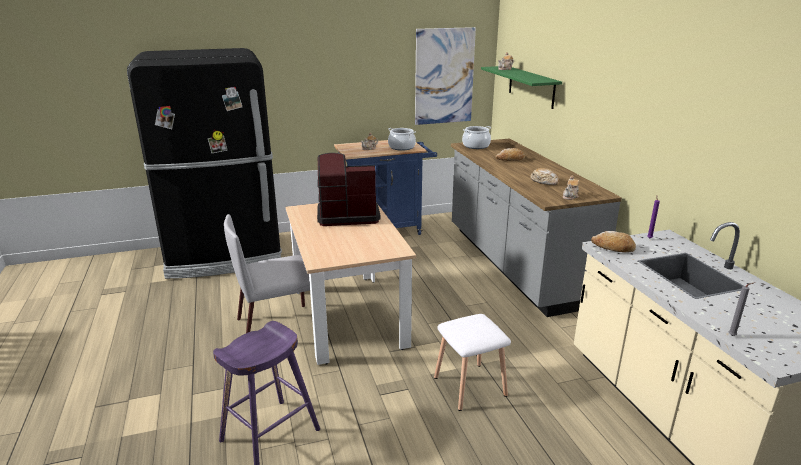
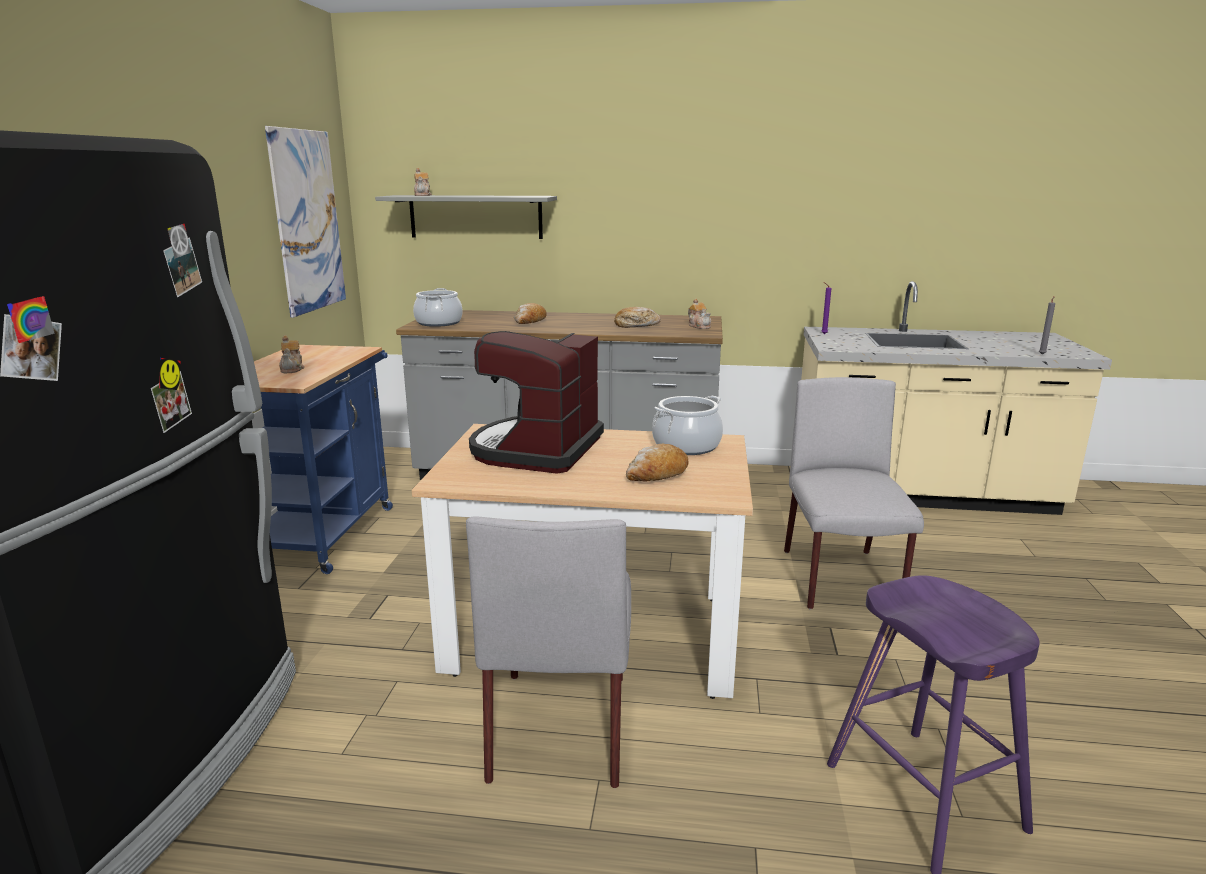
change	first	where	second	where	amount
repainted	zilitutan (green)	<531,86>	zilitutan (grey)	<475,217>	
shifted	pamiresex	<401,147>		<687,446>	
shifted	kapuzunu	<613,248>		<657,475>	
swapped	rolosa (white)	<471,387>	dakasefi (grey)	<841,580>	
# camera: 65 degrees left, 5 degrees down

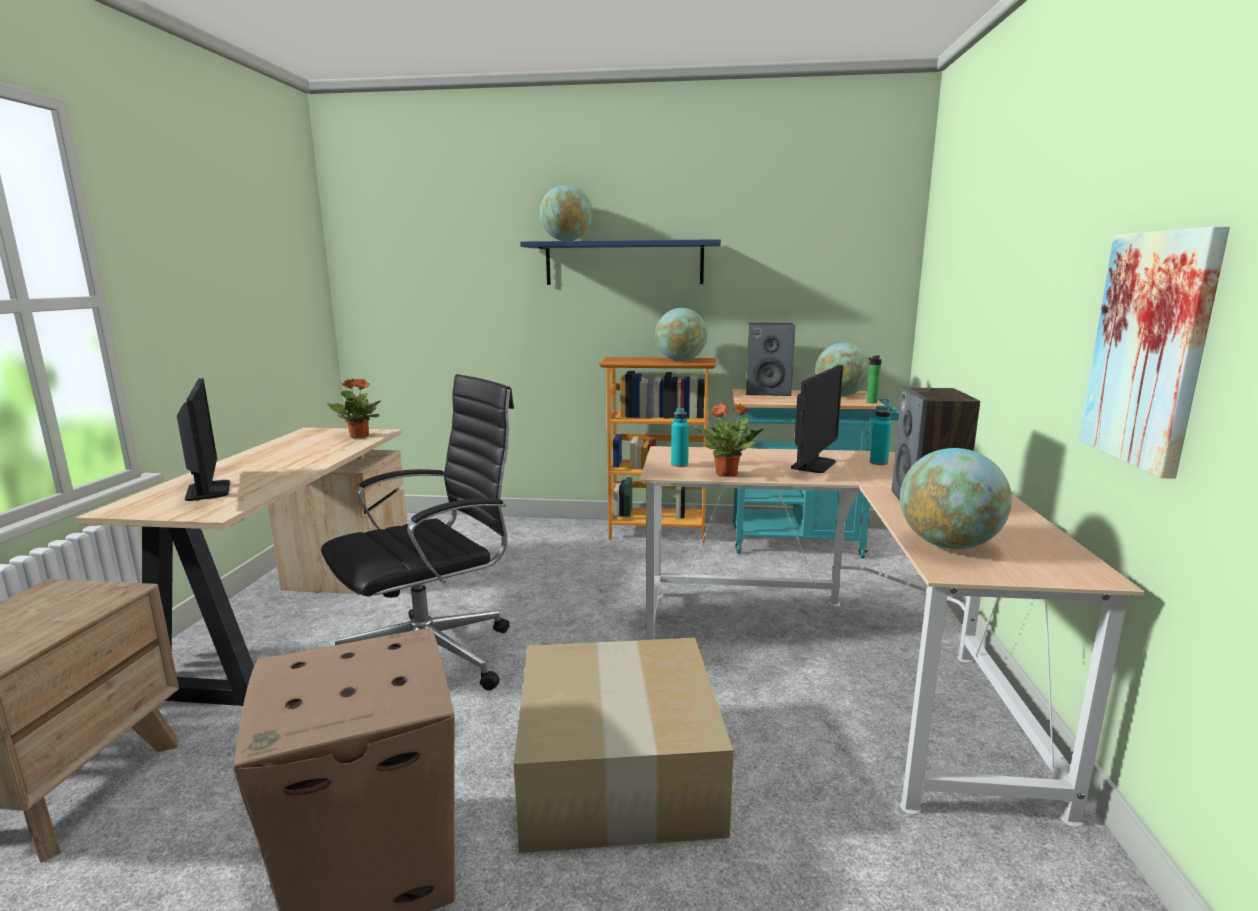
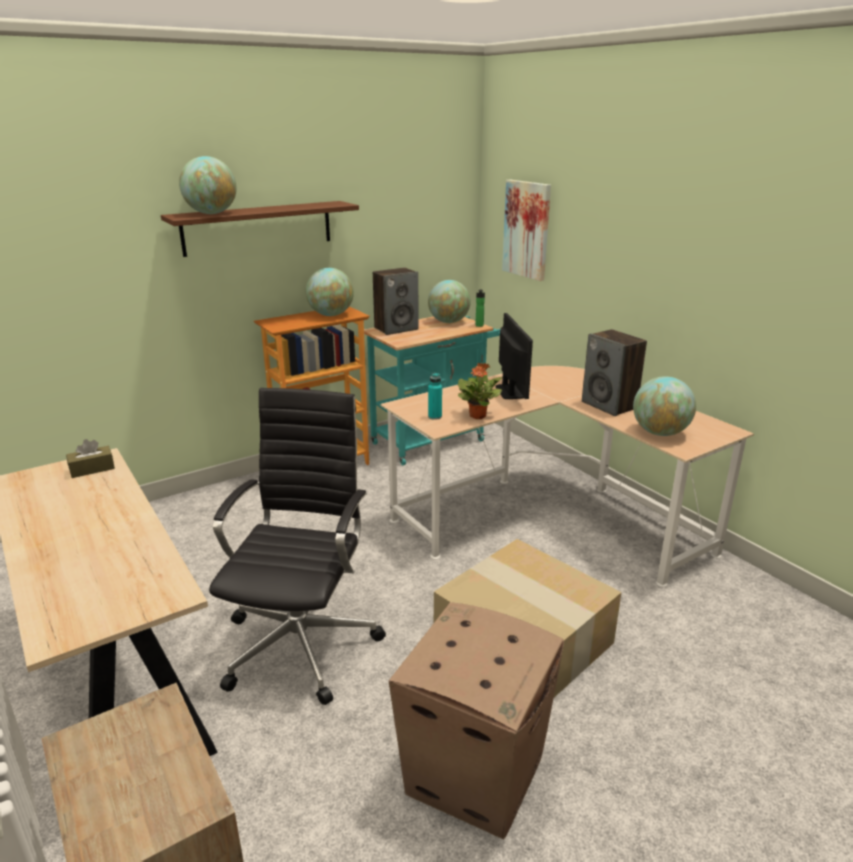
change	first	where	second	where	amount
shifted	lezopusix	<1150,349>		<527,229>	
repainted	zilitutan (blue)	<624,263>	zilitutan (brown)	<258,228>	
gone	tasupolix	<208,491>			
swapped	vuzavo	<359,436>	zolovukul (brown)	<92,469>	
gone	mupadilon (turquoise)	<878,463>			
# camera: 40 degrees left, 10 degrees up

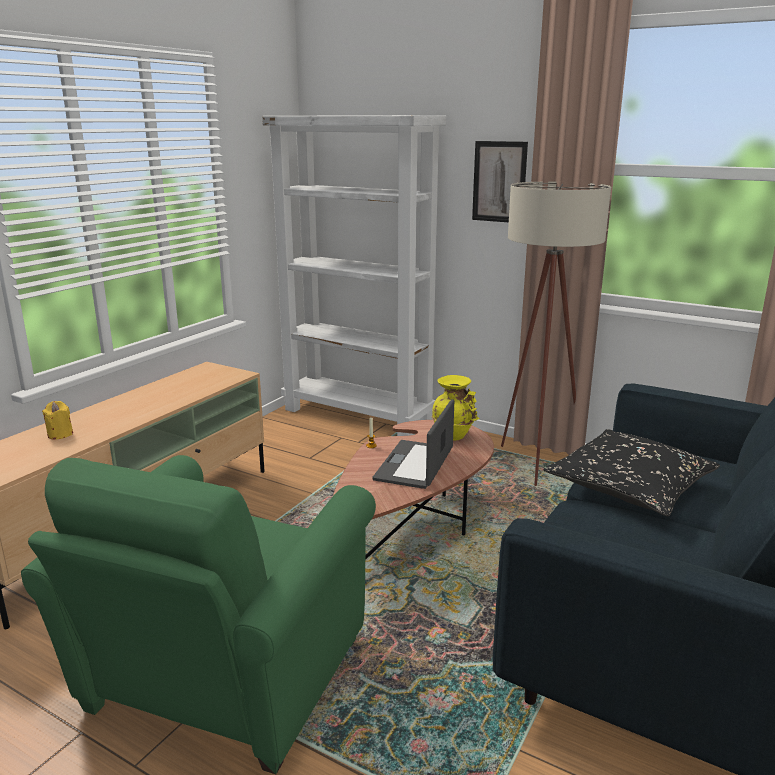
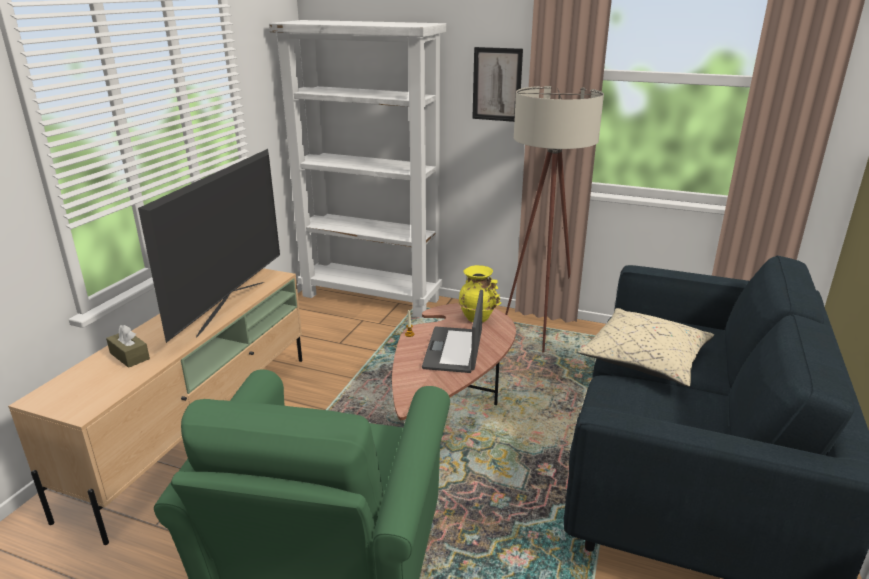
change	first	where	second	where	amount
swapped	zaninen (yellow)	<60,434>	zolovukul (brown)	<129,356>	
repainted	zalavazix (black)	<630,487>	zalavazix (beige)	<645,359>	
new			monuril	<231,307>	
# camera: 10 degrees left, 5 degrees up

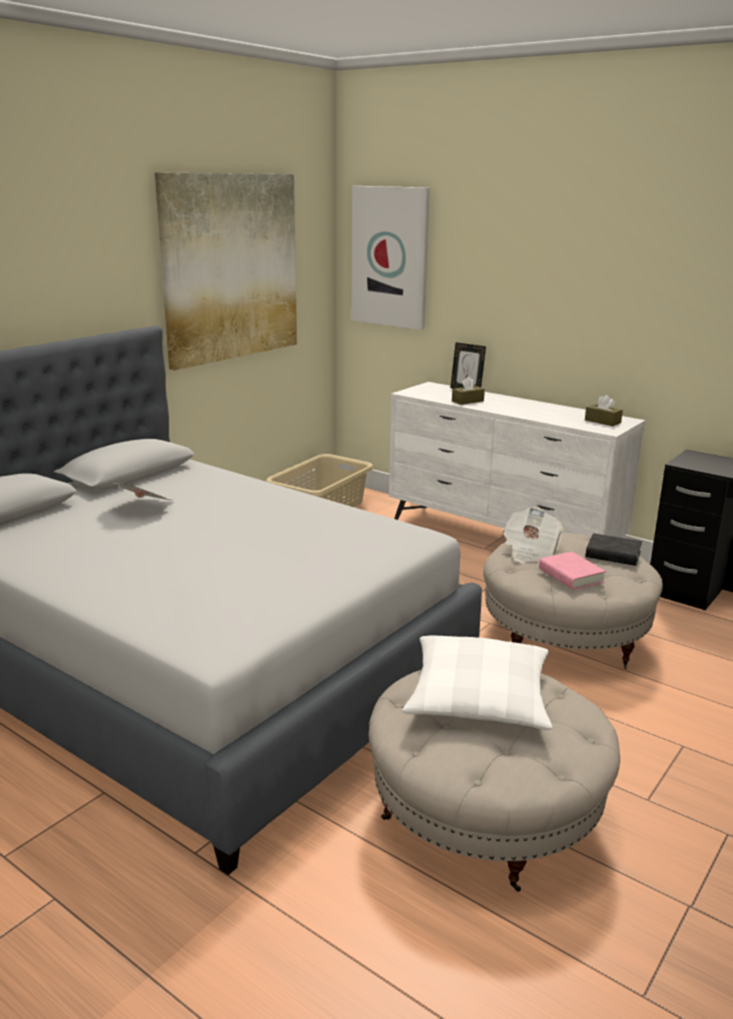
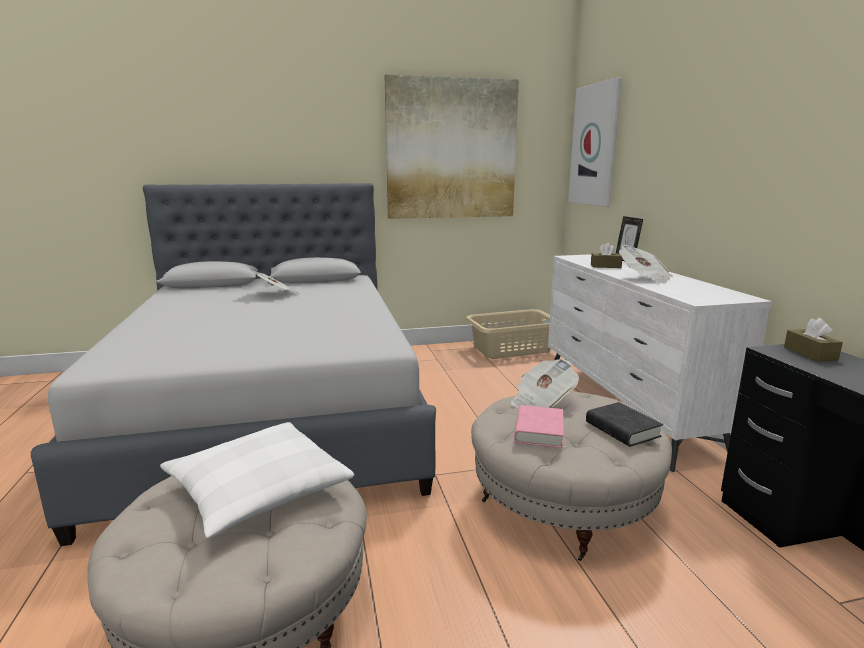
change	first	where	second	where	amount
shifted	zolovukul (brown)	<602,421>		<810,353>	
new			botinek	<644,278>	
# camera: 40 degrees right, 5 degrees down

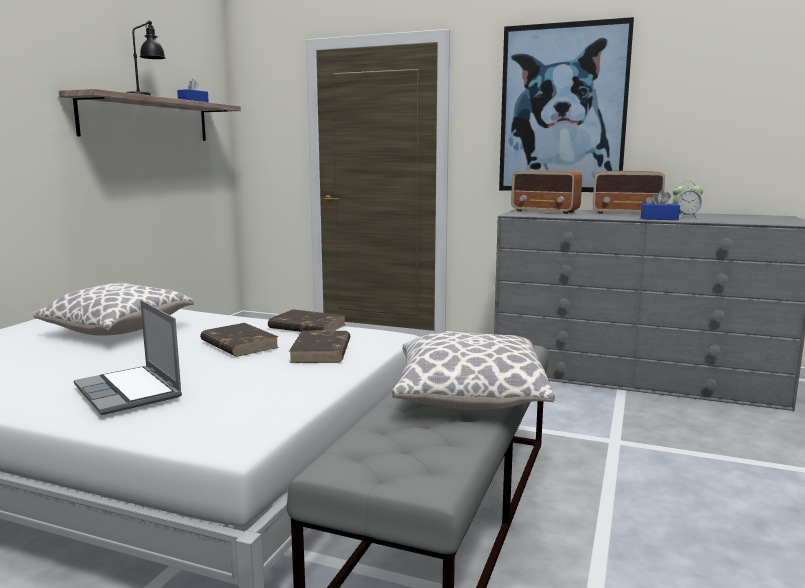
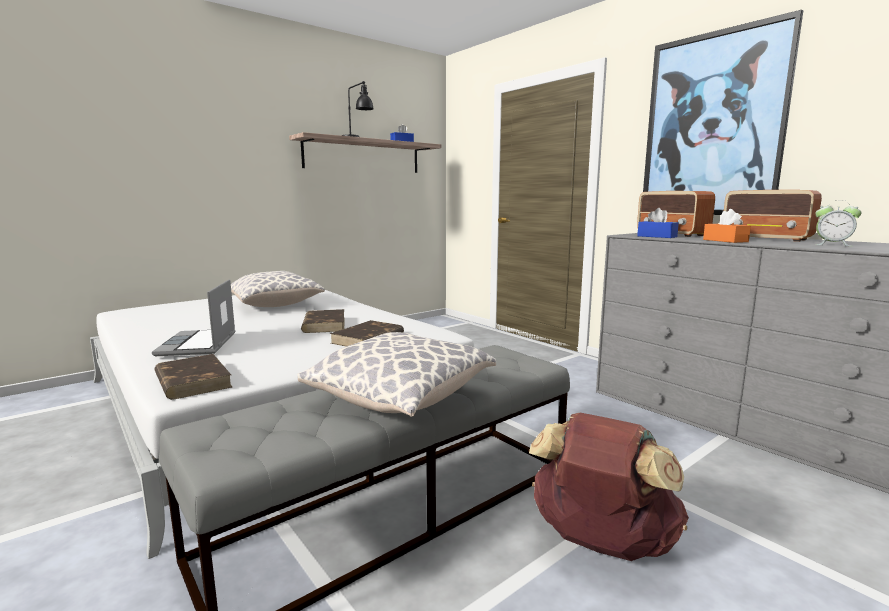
change	first	where	second	where	amount
shifted	zolovukul (blue)	<659,219>		<657,236>	
shifted	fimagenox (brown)	<306,326>		<192,381>	
new			zolovukul (orange)	<725,241>	
new			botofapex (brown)	<600,544>	
# camera: 30 degrees right, 0 degrees up

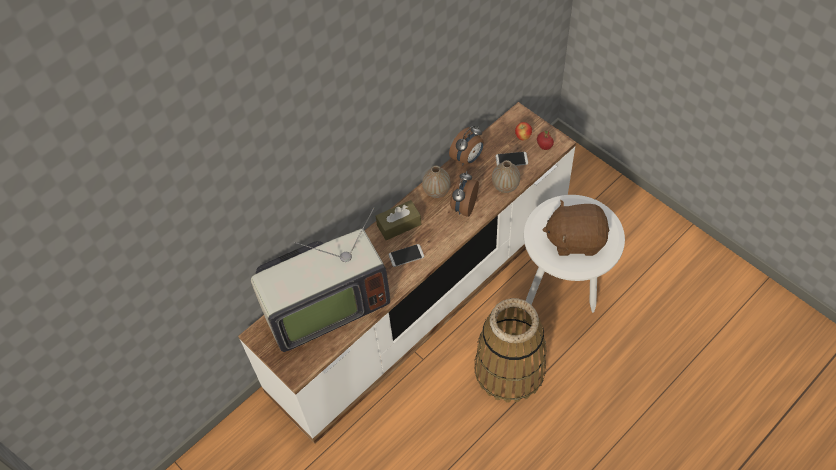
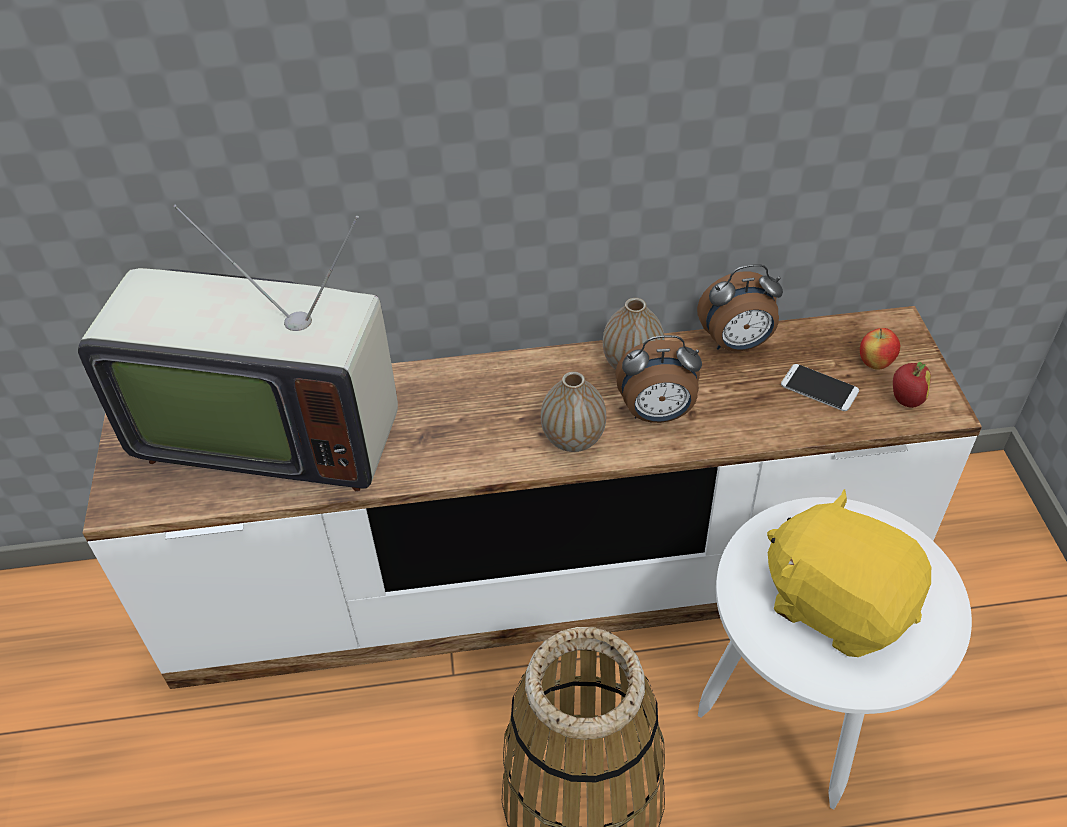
change	first	where	second	where	amount
shifted	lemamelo	<505,186>		<573,439>	
rotated	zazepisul	<463,206>		<657,414>	150 degrees counterclockwise
gone	zolovukul (brown)	<399,225>			
repainted	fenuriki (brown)	<575,239>	fenuriki (yellow)	<837,603>	
gone	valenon	<406,255>			
# camera: 35 degrees right, 10 degrees down

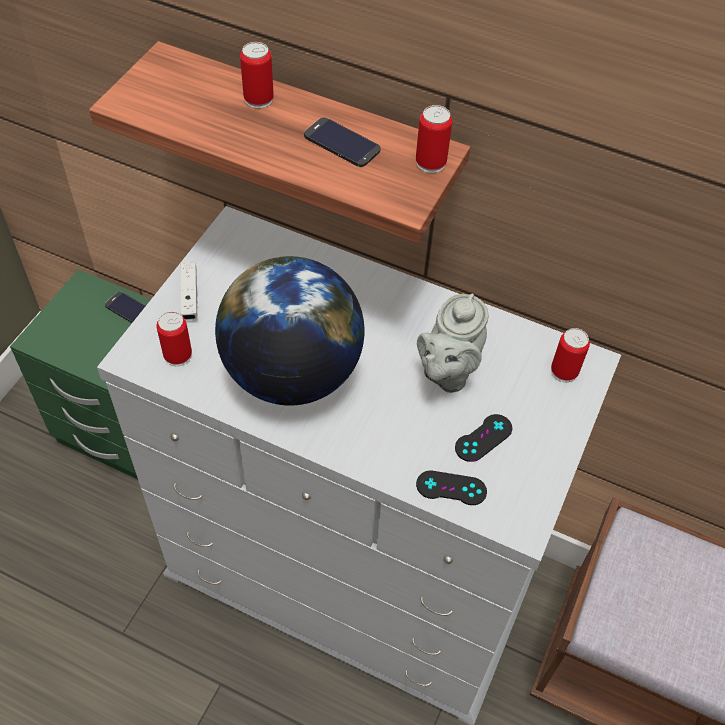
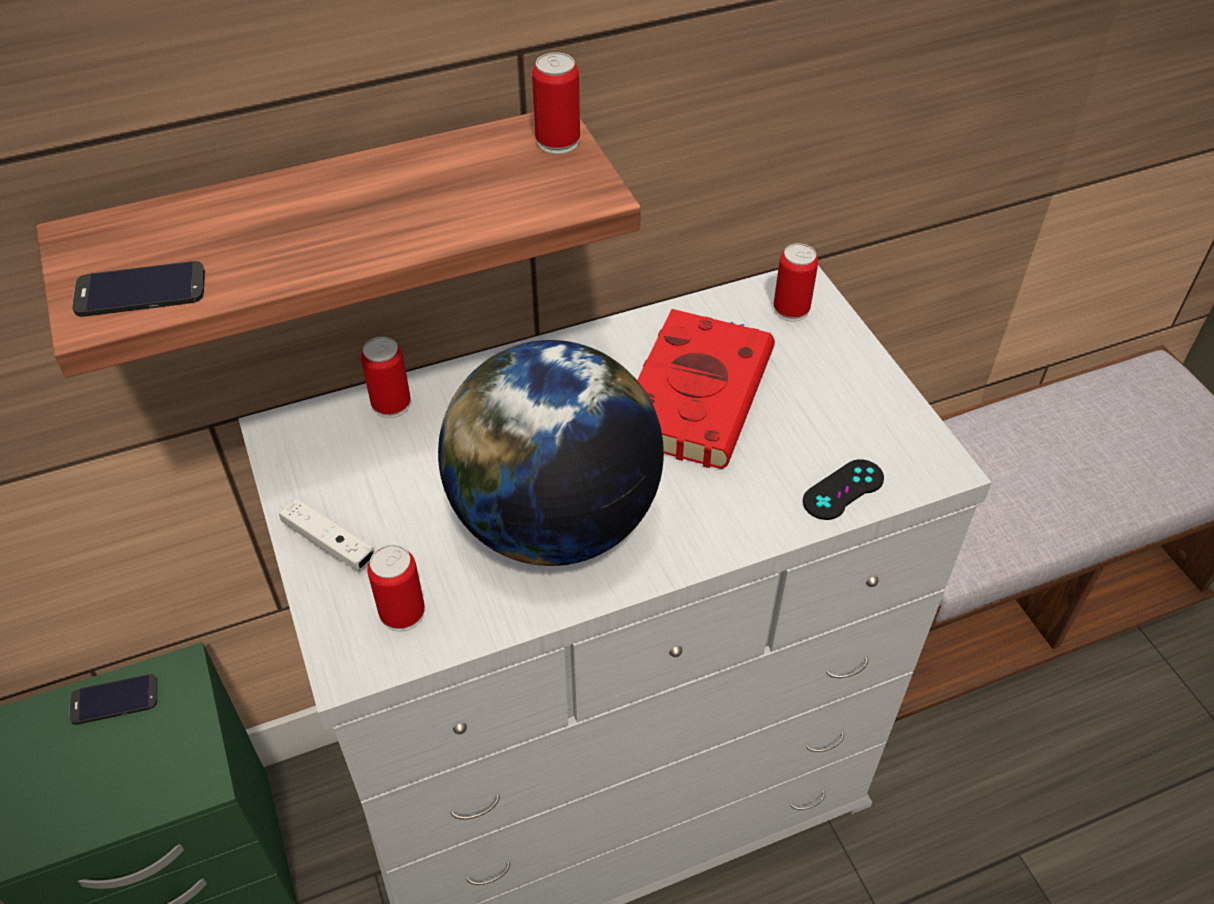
change	first	where	second	where	amount
shifted	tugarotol	<258,99>		<391,404>	
shifted	valenon	<342,143>		<140,290>	
swapped	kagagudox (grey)	<447,371>	fimagenox (red)	<697,392>	
gone	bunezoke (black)	<483,438>			
# camera: 45 degrees left, 5 degrees down

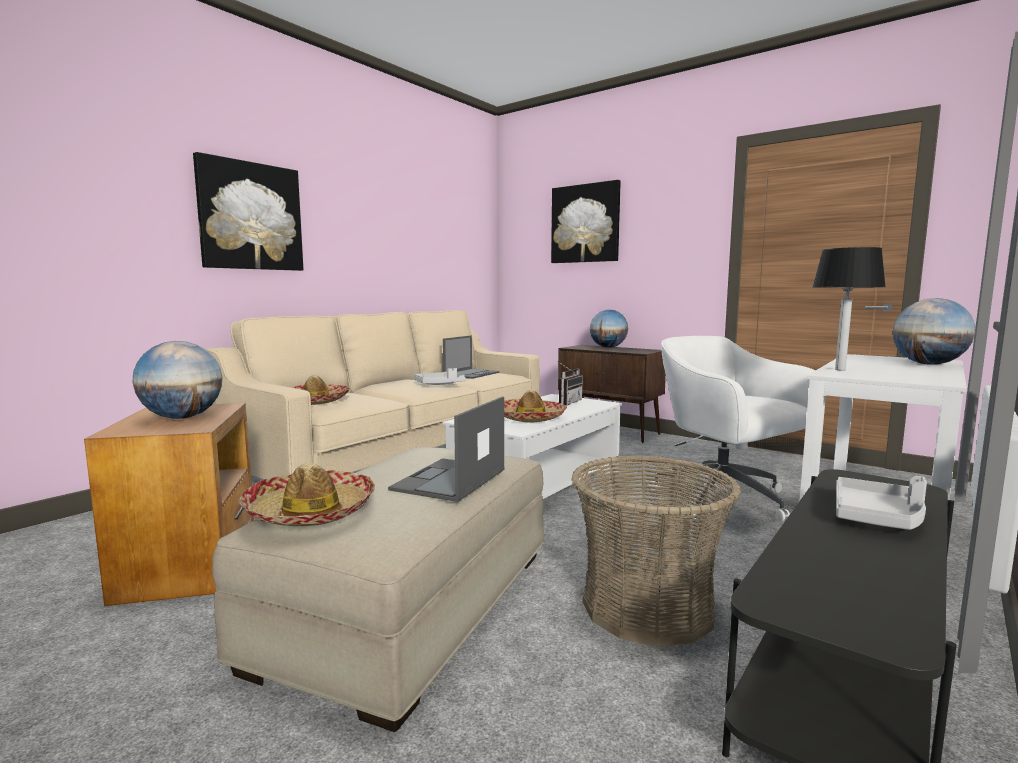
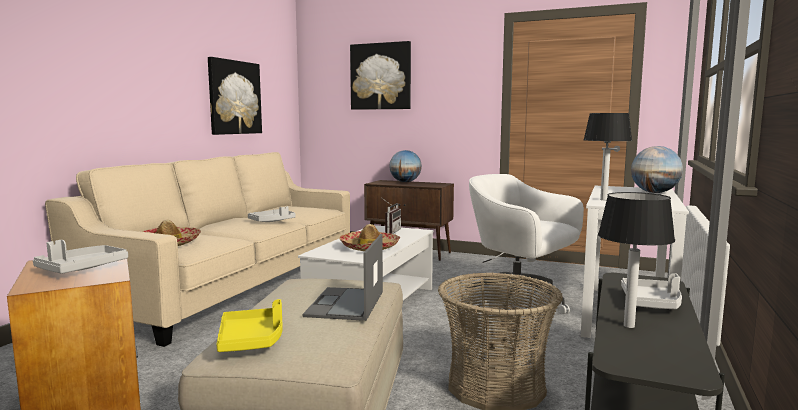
change	first	where	second	where	amount
shifted	lezopusix	<250,216>		<234,97>	
gone	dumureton	<471,374>			
swapped	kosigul	<182,417>	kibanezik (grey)	<82,268>	
swapped	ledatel	<310,511>	kibanezik (yellow)	<252,340>	
new			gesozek	<628,325>	
# camera: 15 degrees left, 0 degrees up

